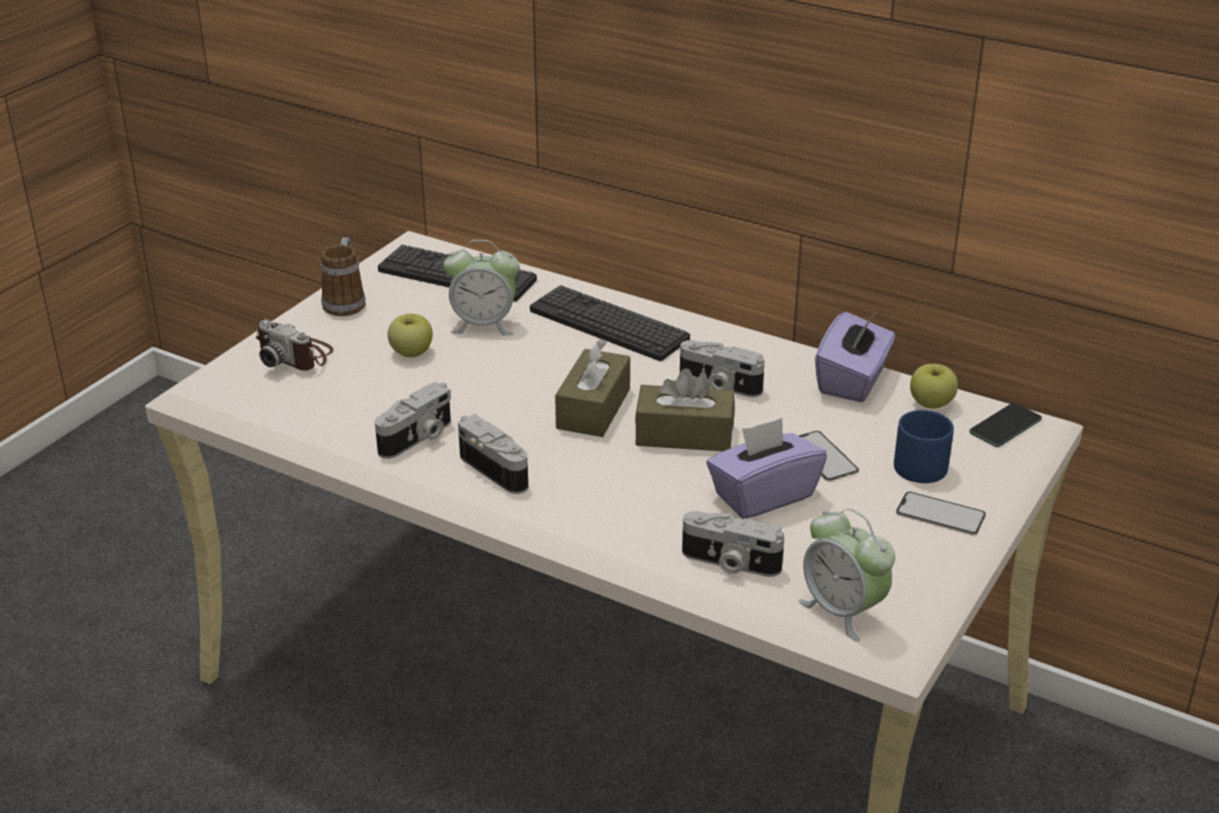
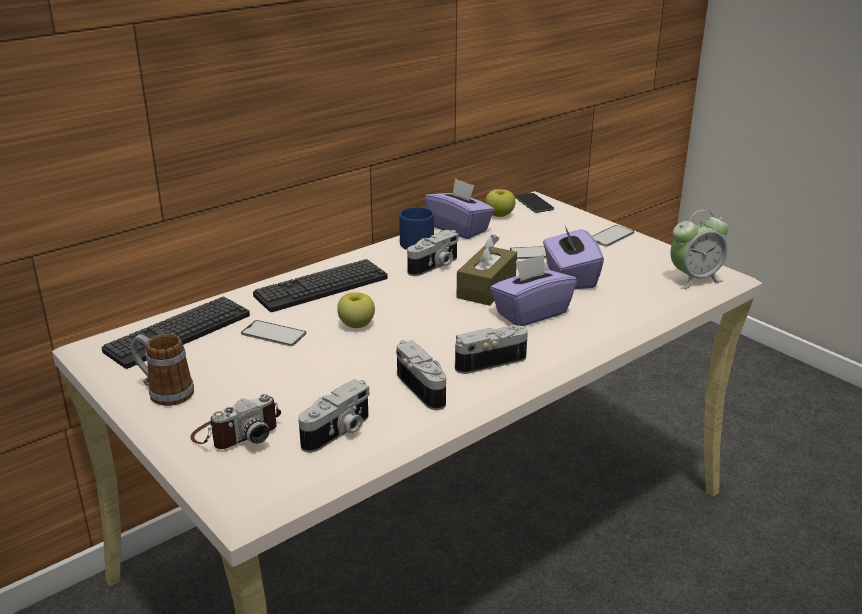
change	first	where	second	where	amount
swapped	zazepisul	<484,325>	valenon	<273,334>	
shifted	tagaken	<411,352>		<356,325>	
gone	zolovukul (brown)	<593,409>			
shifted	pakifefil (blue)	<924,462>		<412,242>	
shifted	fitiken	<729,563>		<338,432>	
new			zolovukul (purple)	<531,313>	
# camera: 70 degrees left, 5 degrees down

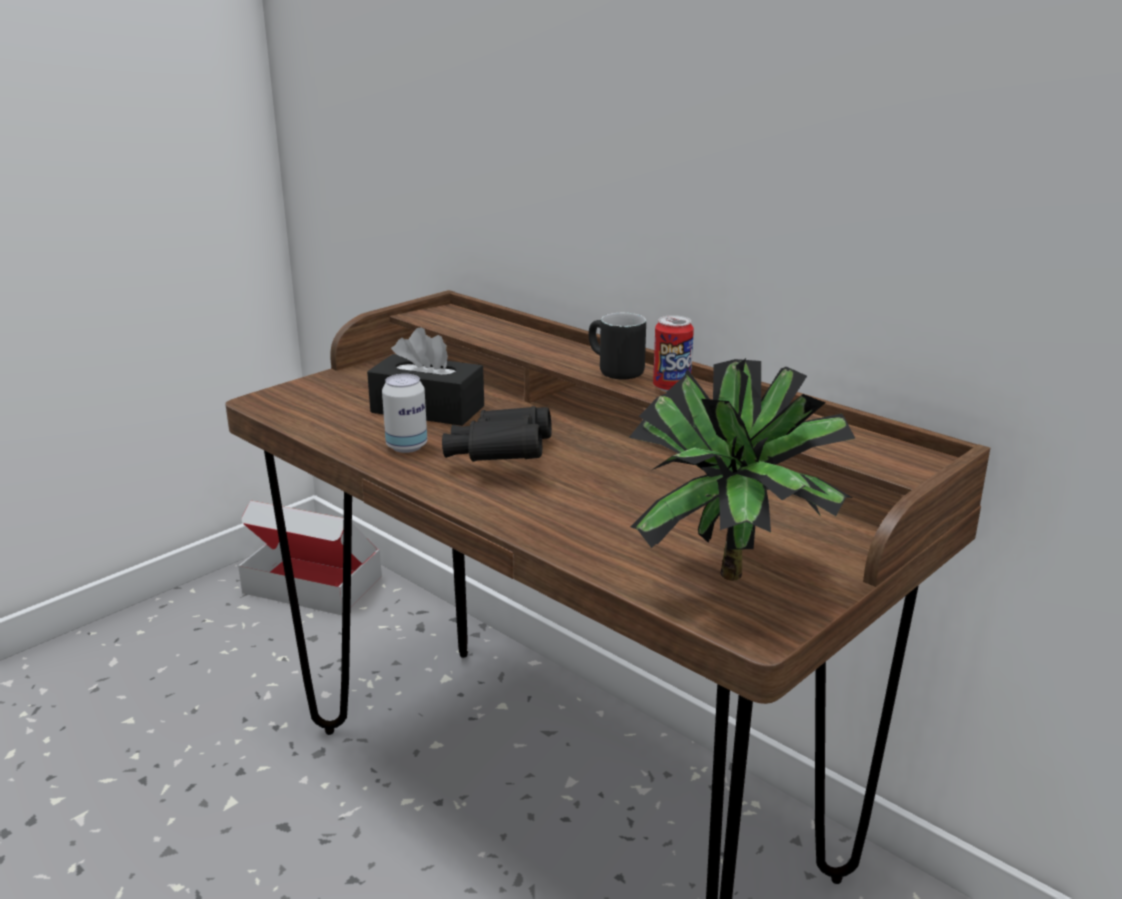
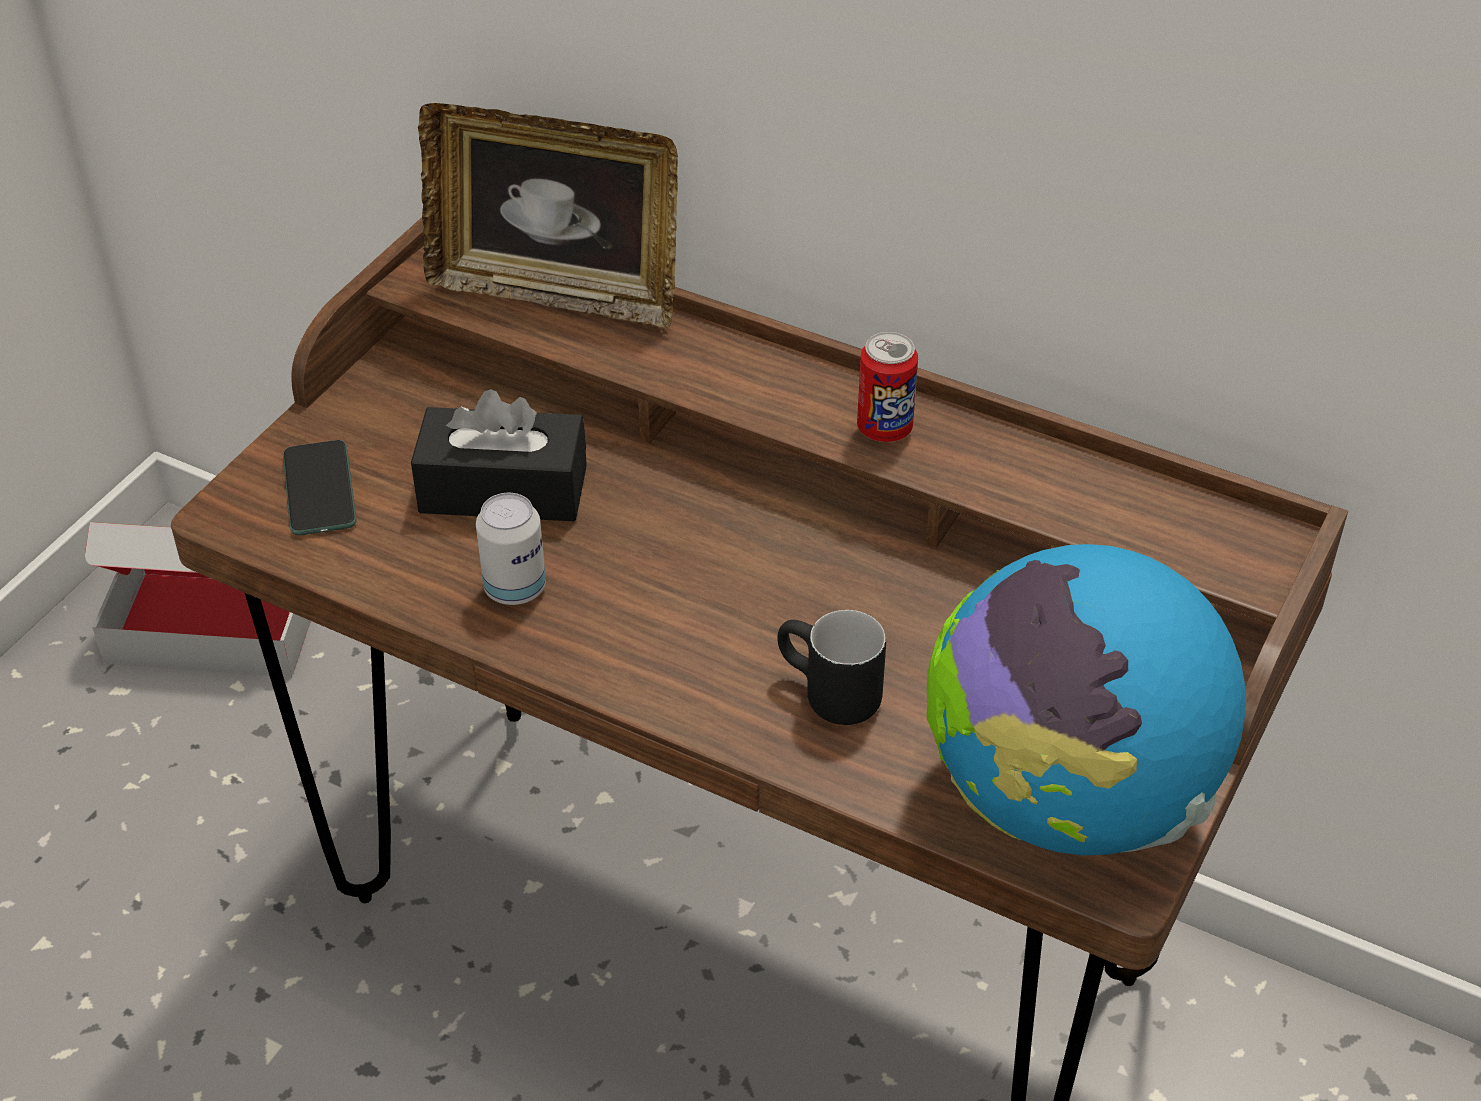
change	first	where	second	where	amount
shifted	pakifefil (black)	<612,371>		<825,697>	
swapped	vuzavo	<732,584>	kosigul	<1066,799>	
gone	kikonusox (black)	<500,459>			
new			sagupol	<556,292>	
new			valenon	<319,490>	
# camera: 15 degrees left, 20 degrees up

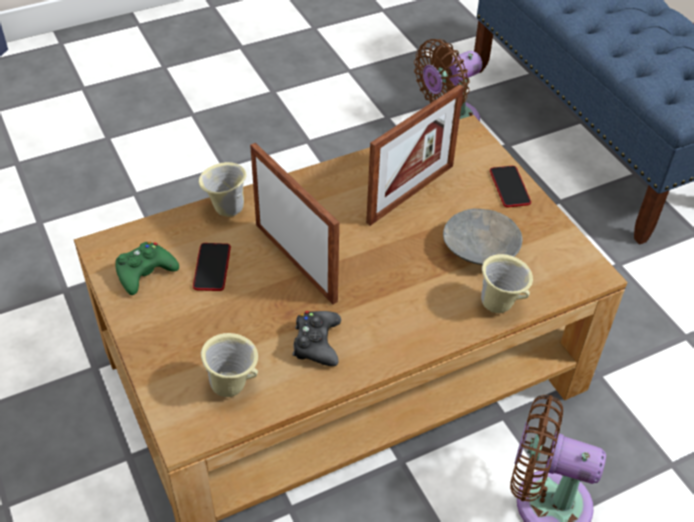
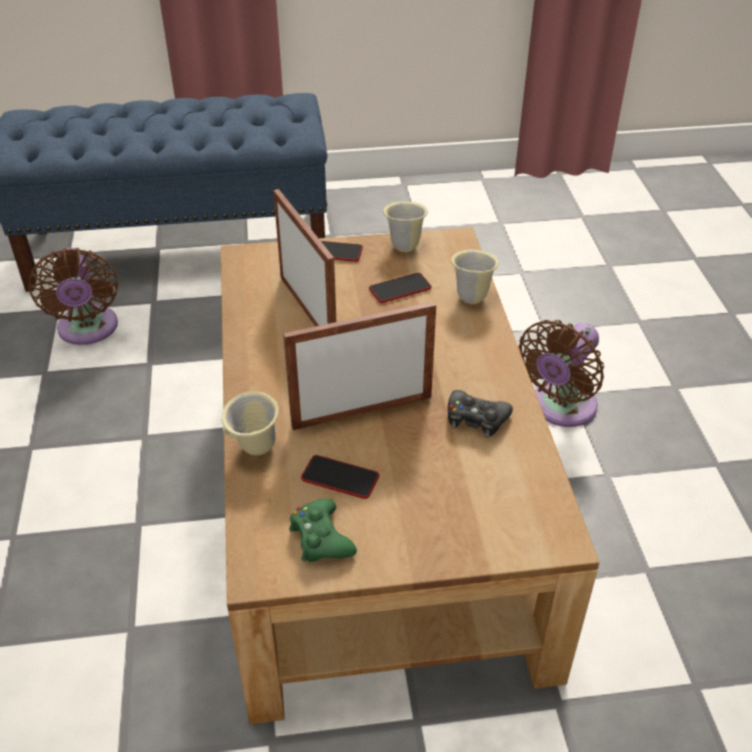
change	first	where	second	where	amount
swapped	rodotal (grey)	<480,247>	valenon	<400,289>	
shifted	pakifefil (beige)	<233,385>		<404,245>	
# camera: 70 degrees left, 5 degrees down

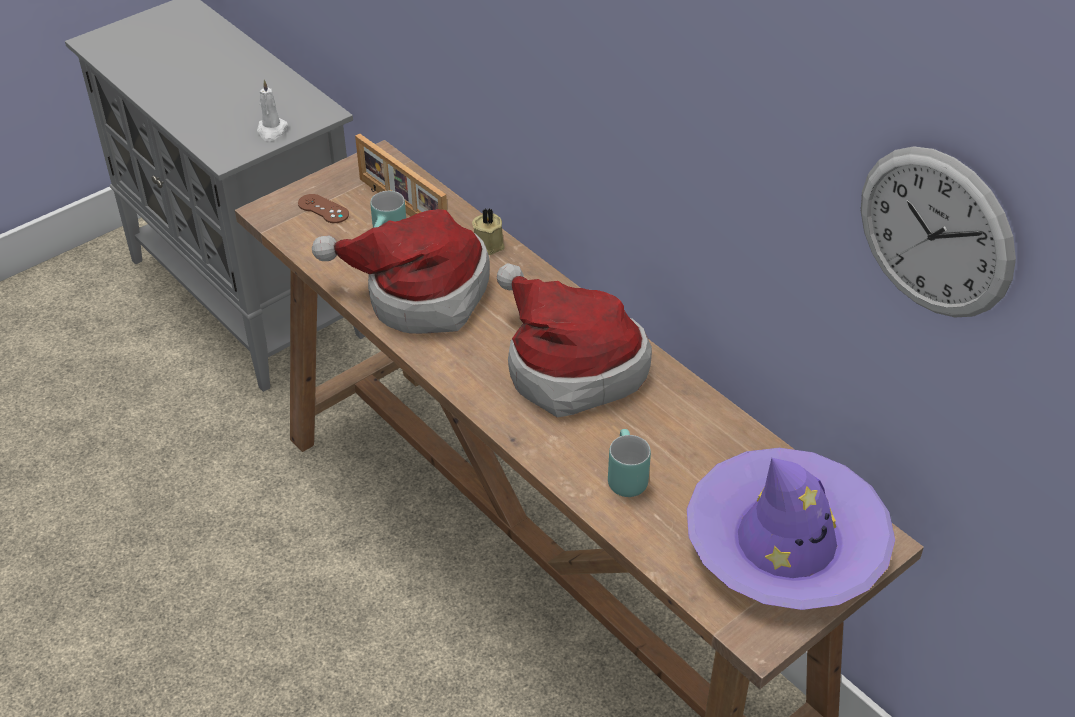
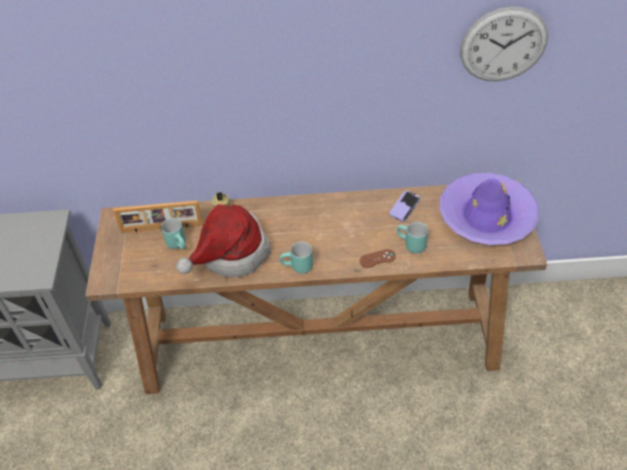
change	first	where	second	where	amount
gone	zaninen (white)	<271,131>			
shifted	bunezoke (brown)	<323,209>		<377,258>	
gone	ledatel	<568,367>			
new			valenon	<404,207>	
new			pakifefil (turquoise)	<297,268>	
# camera: 50 degrees left, 5 degrees up

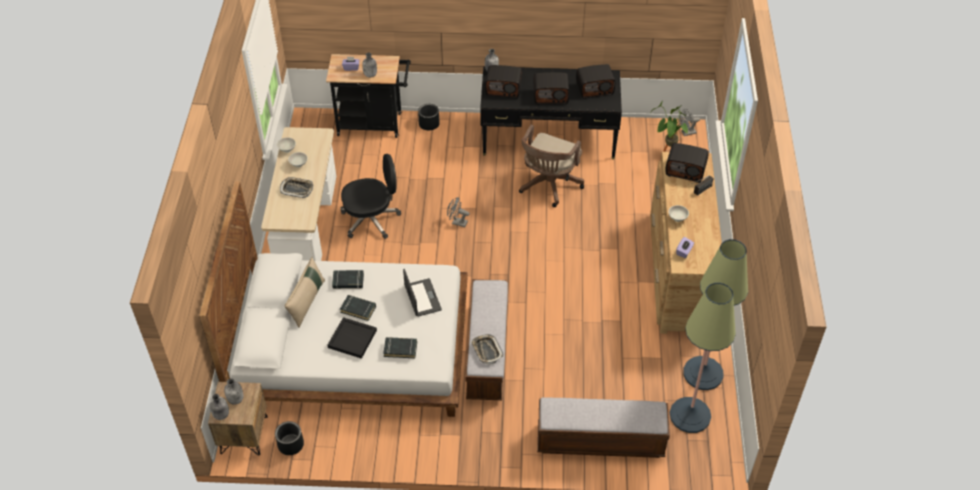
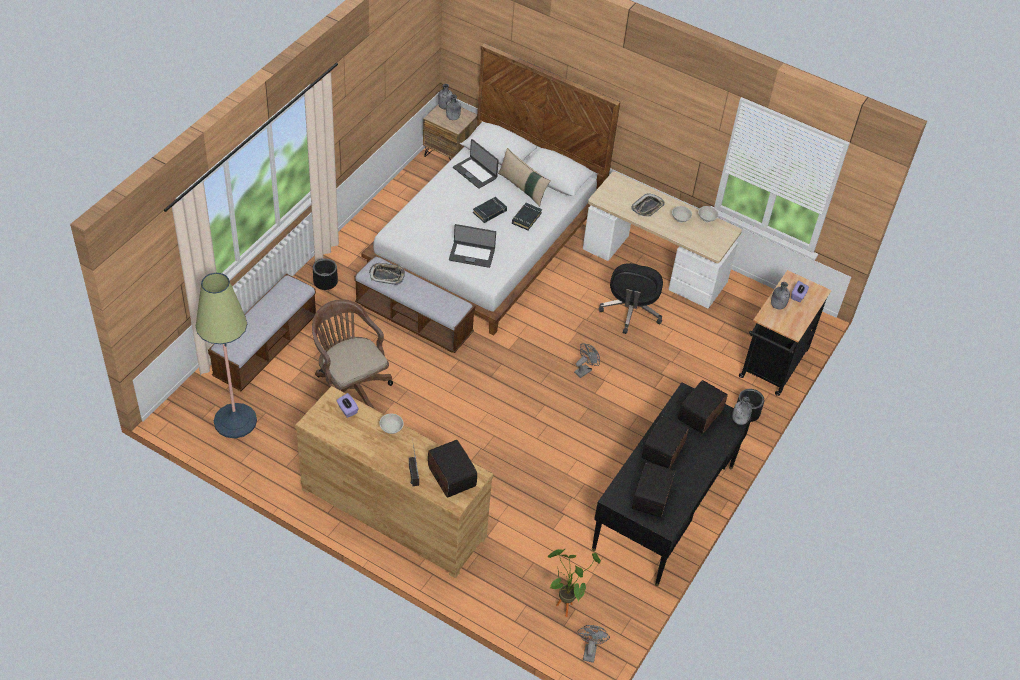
change	first	where	second	where	amount
shifted	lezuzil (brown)	<548,185>		<350,386>	
rotated	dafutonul	<685,170>		<450,477>	105 degrees clockwise
gone	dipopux	<703,373>			
gone	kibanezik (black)	<353,339>			
gone	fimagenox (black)	<400,349>			
shifted	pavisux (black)	<290,445>		<325,281>	
new			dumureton	<475,172>	
# camera: 115 degrees right, 0 degrees up

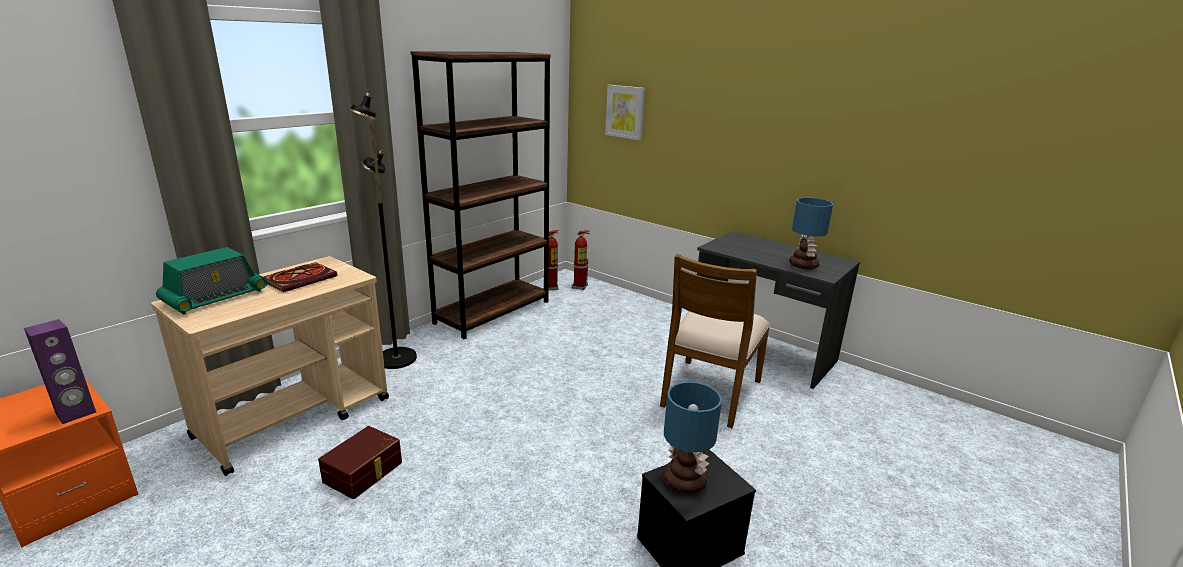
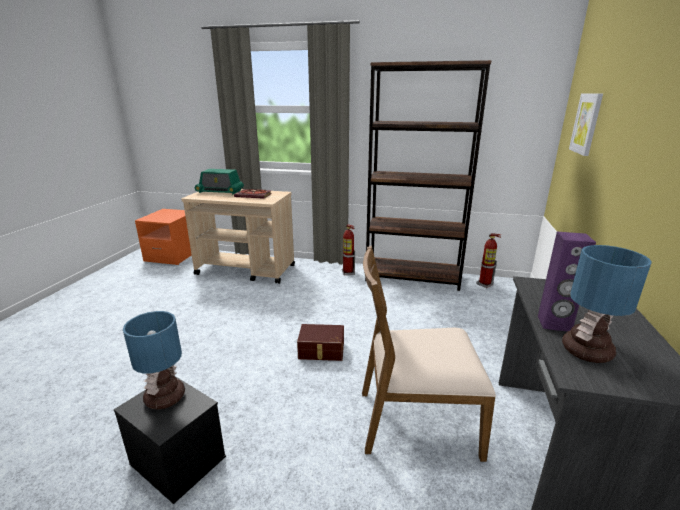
change	first	where	second	where	amount
gone	dipopux (black)	<395,359>			
shifted	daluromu	<580,287>		<348,273>	
shifted	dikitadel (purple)	<76,413>		<554,324>	
shifted	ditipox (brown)	<364,472>		<321,351>	
# camera: 65 degrees right, 0 degrees up

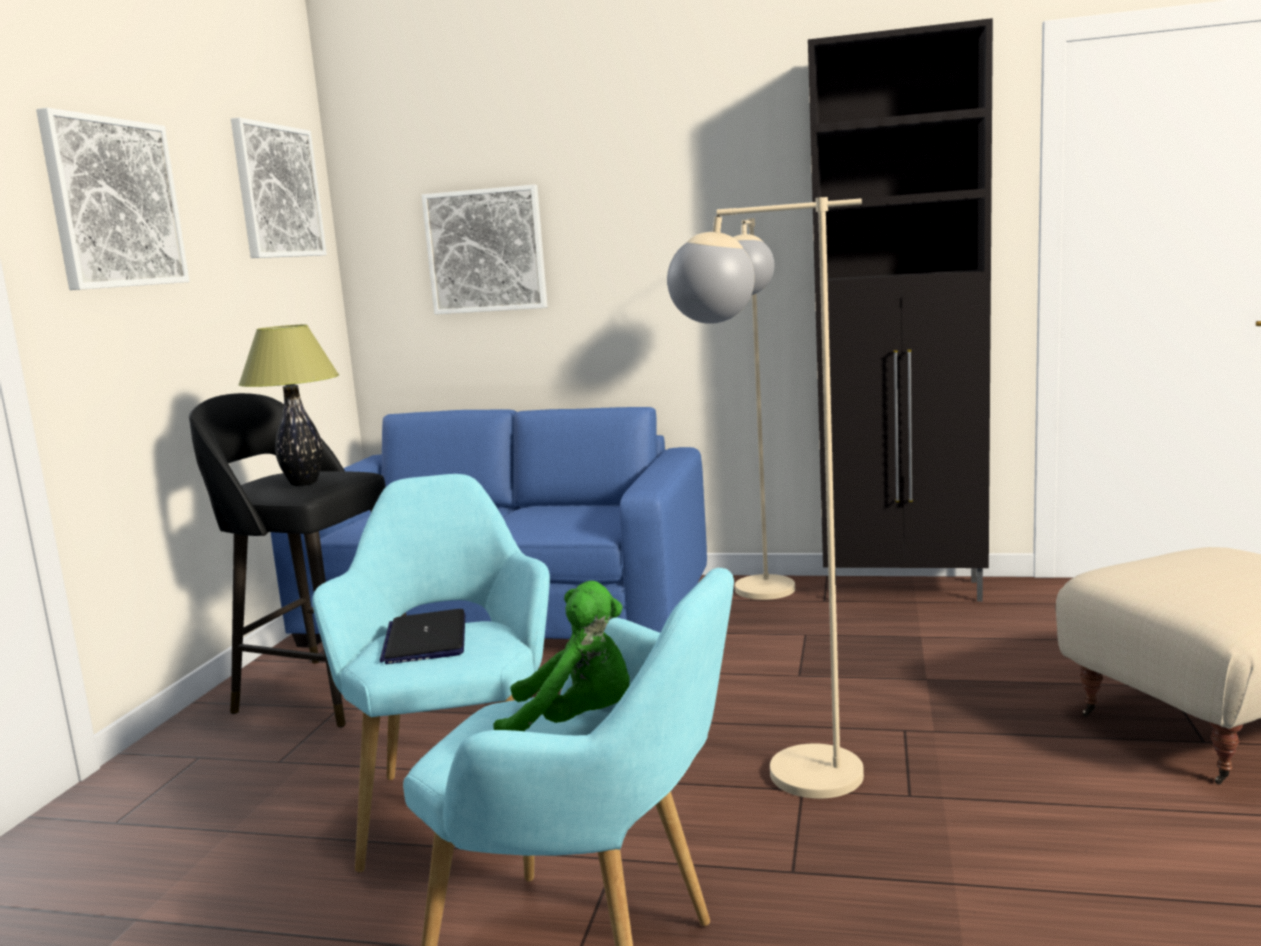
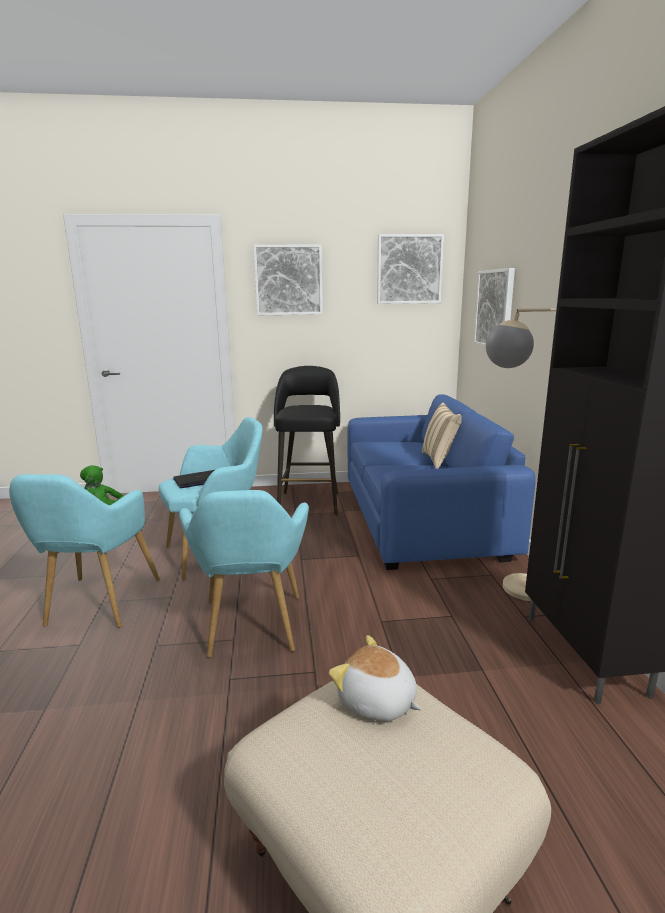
change	first	where	second	where	amount
swapped	dipopux (beige)	<782,772>	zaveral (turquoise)	<251,630>	
gone	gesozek	<304,483>			
new			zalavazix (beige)	<439,460>	
new			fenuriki	<376,702>	
# camera: 70 degrees right, 5 degrees up

